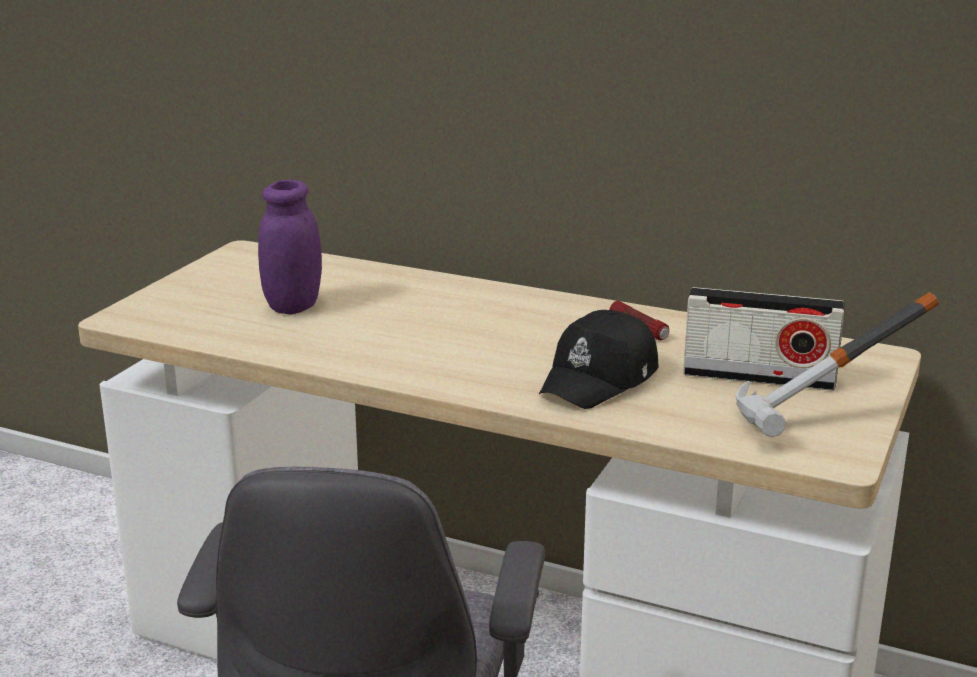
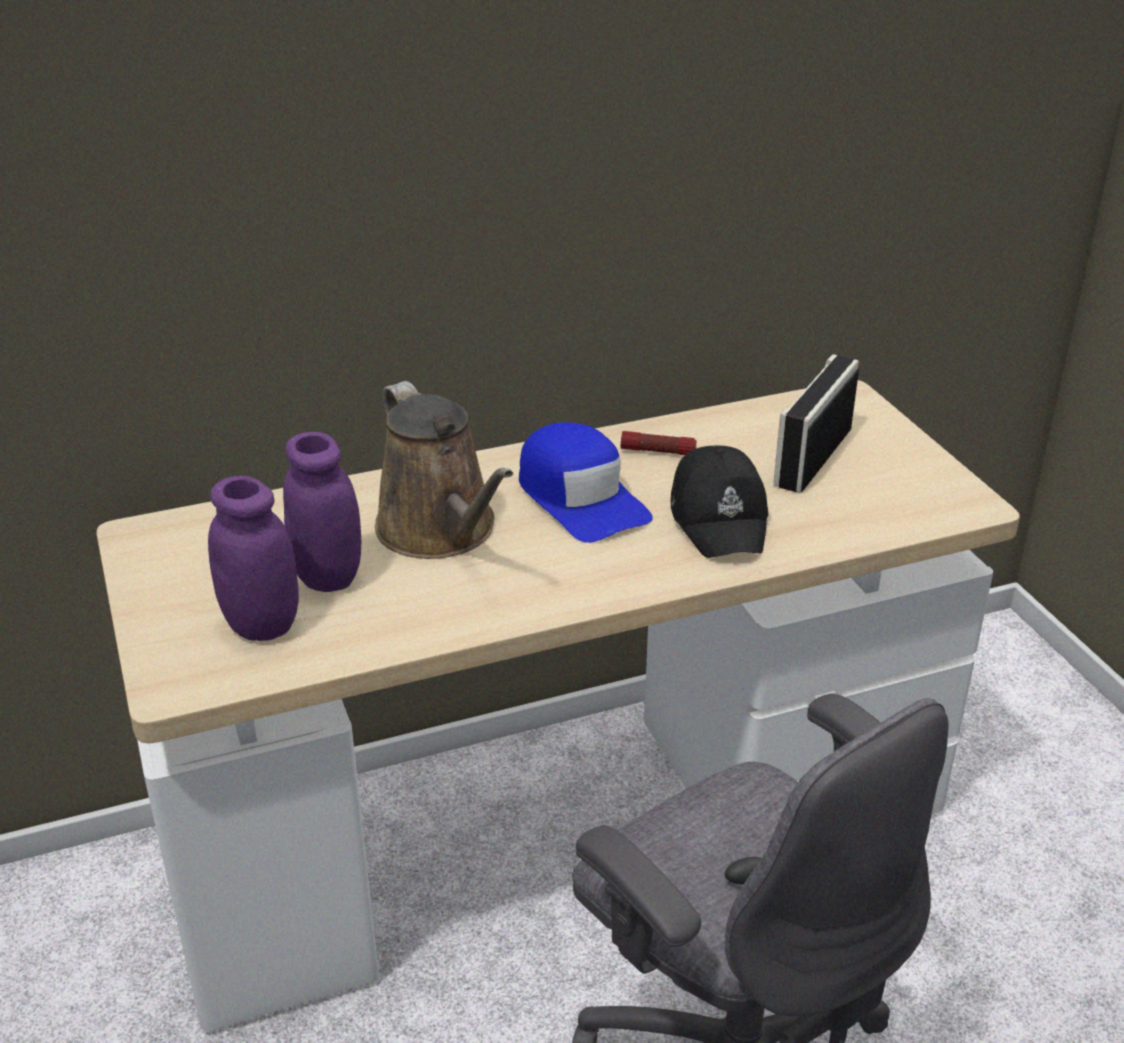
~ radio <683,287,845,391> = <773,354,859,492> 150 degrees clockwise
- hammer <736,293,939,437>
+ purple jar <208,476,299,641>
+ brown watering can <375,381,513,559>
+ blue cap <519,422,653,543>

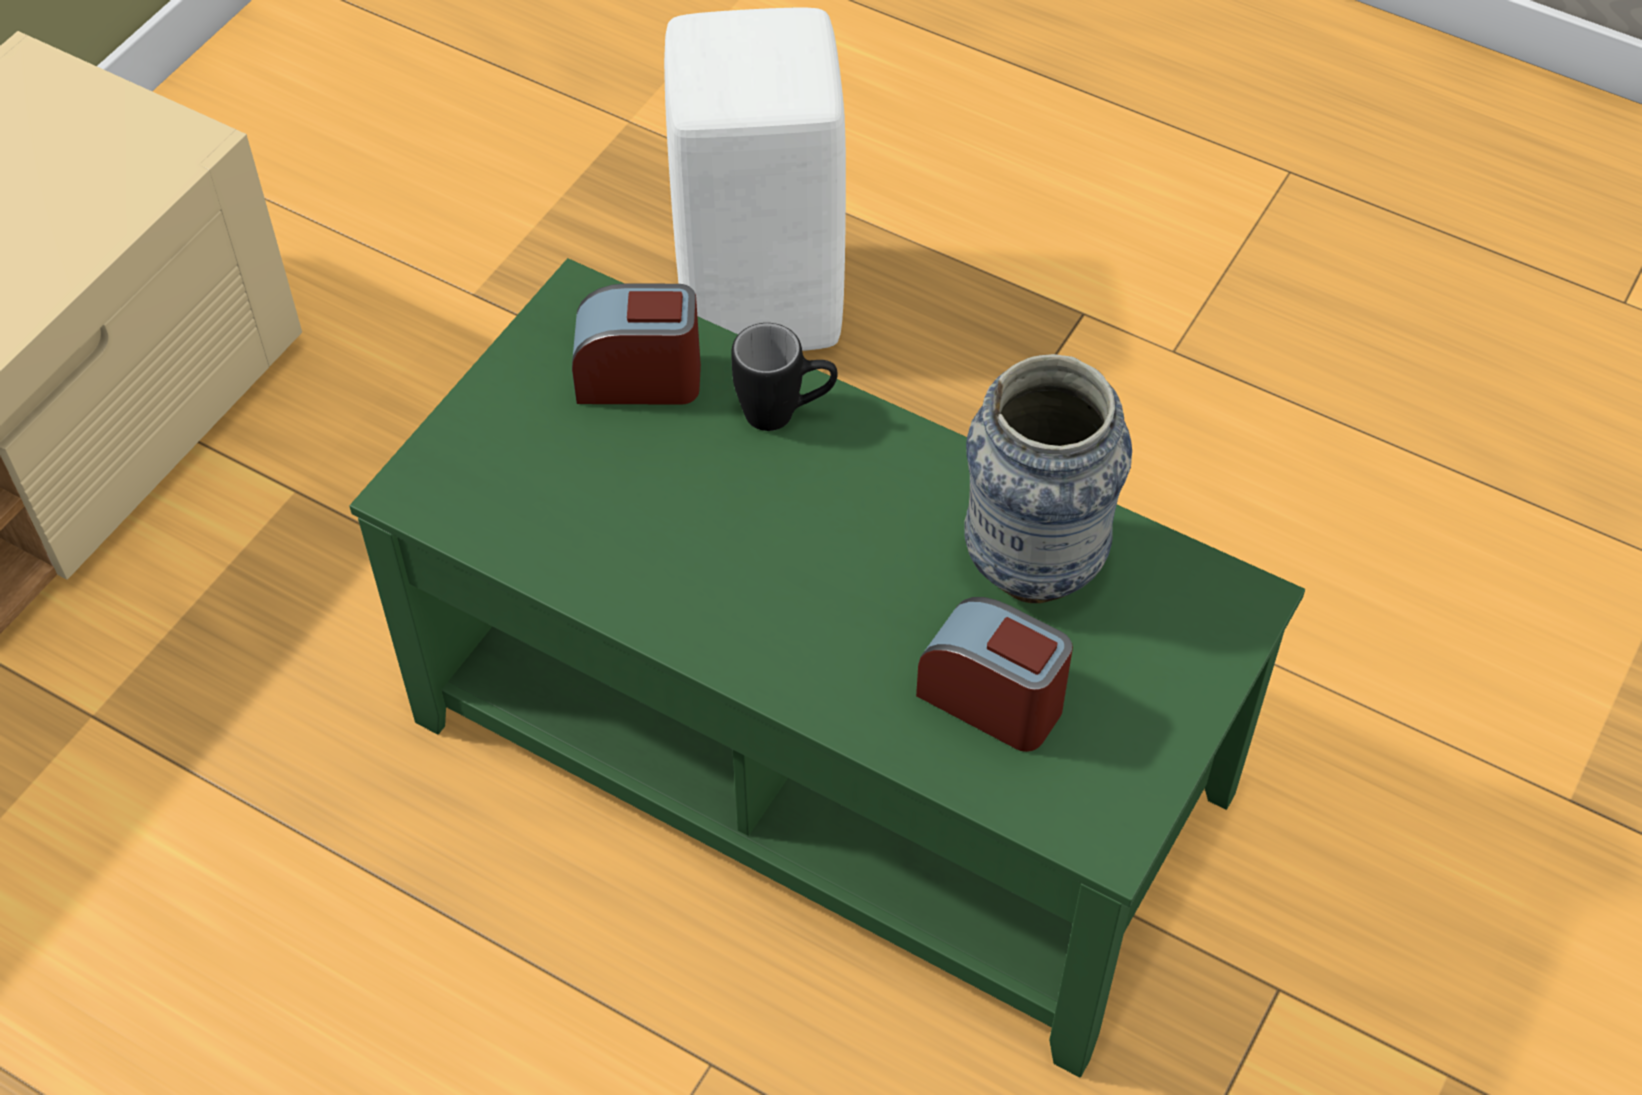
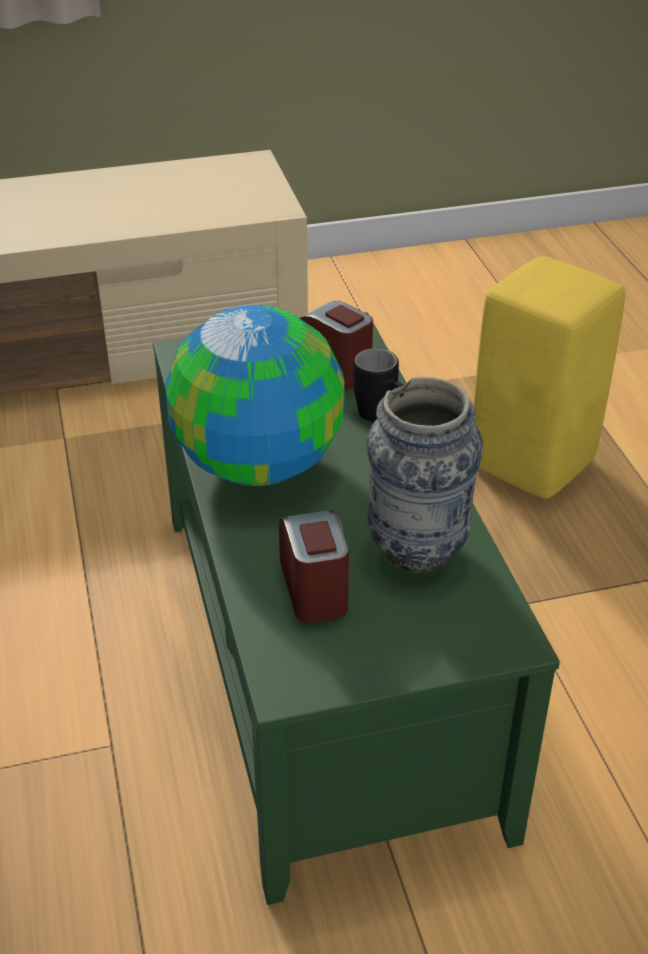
~ white stool <664,8,846,351> to yellow stool <473,256,625,499>
+ globe <165,305,345,486>

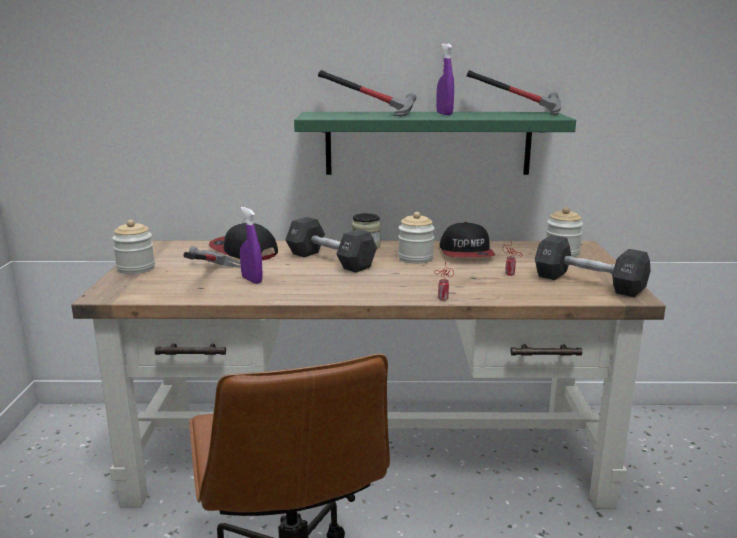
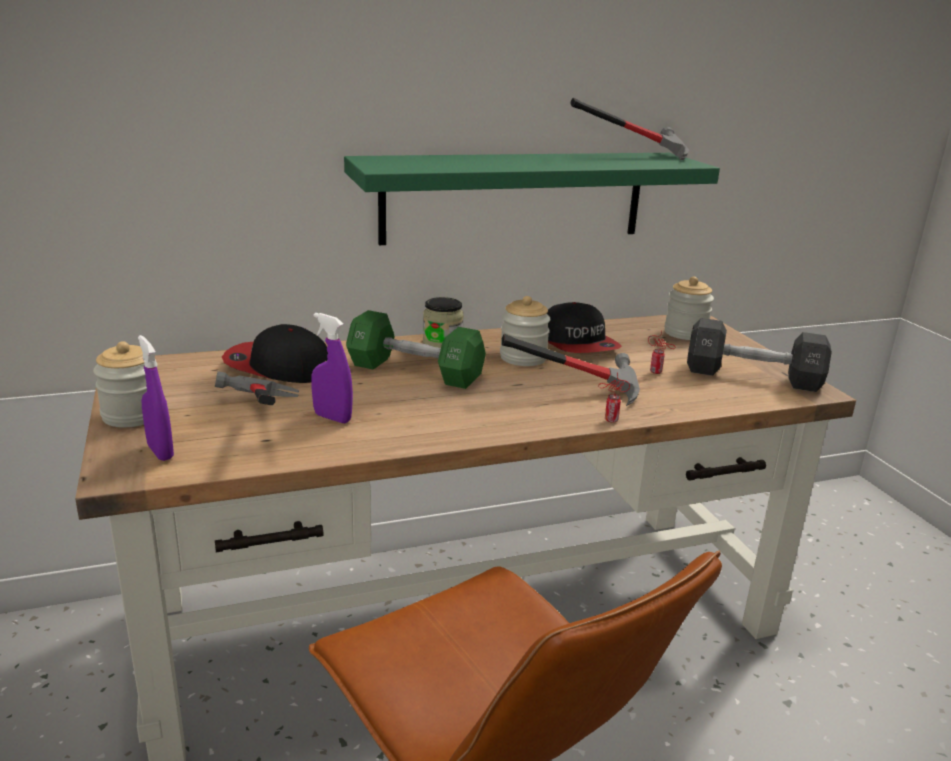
~ black dumbbell <285,217,377,273> to green dumbbell <346,310,486,389>
~ hammer <318,70,416,116> to <502,334,640,406>
~ purple spray bottle <436,43,454,115> to <138,335,174,461>

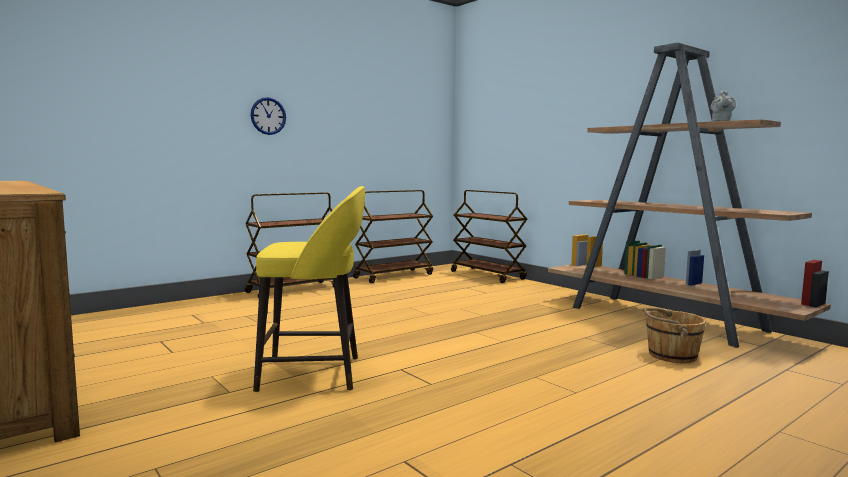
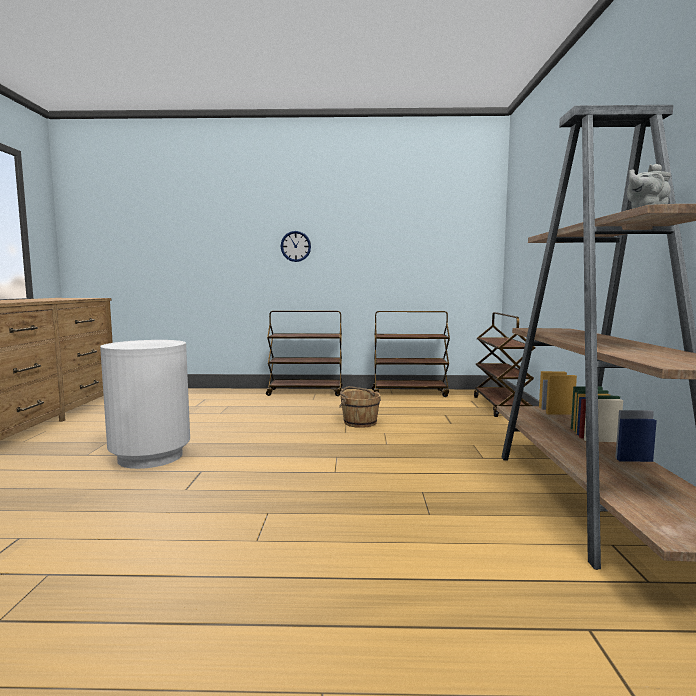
~ yellow stool <253,186,365,392> to white trash can <100,340,190,469>
~ brown bucket <643,308,706,363> to <339,386,381,428>

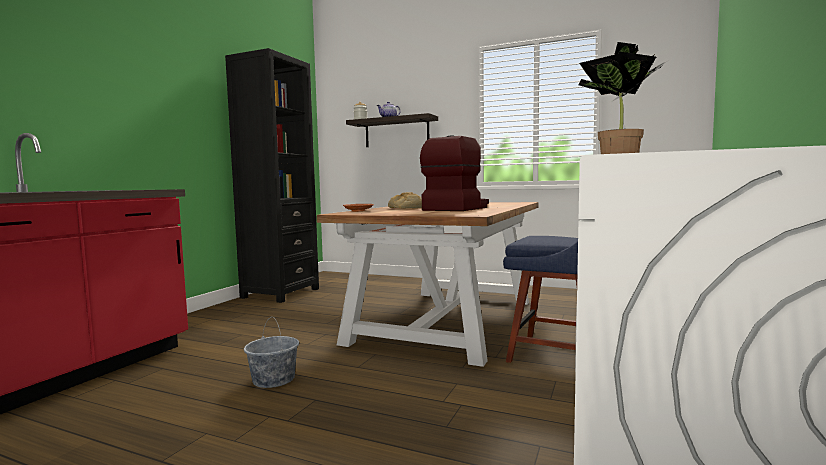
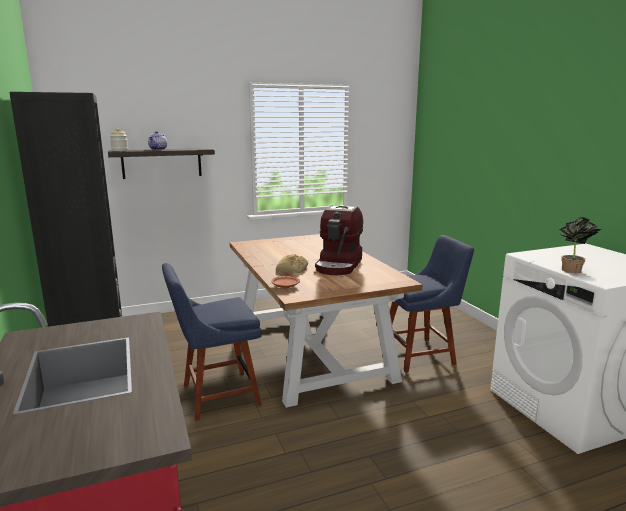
- grey bucket <244,317,299,388>
~ coffee machine <420,136,489,211> = <315,205,363,275> 150 degrees counterclockwise
+ blue chair <162,263,262,421>

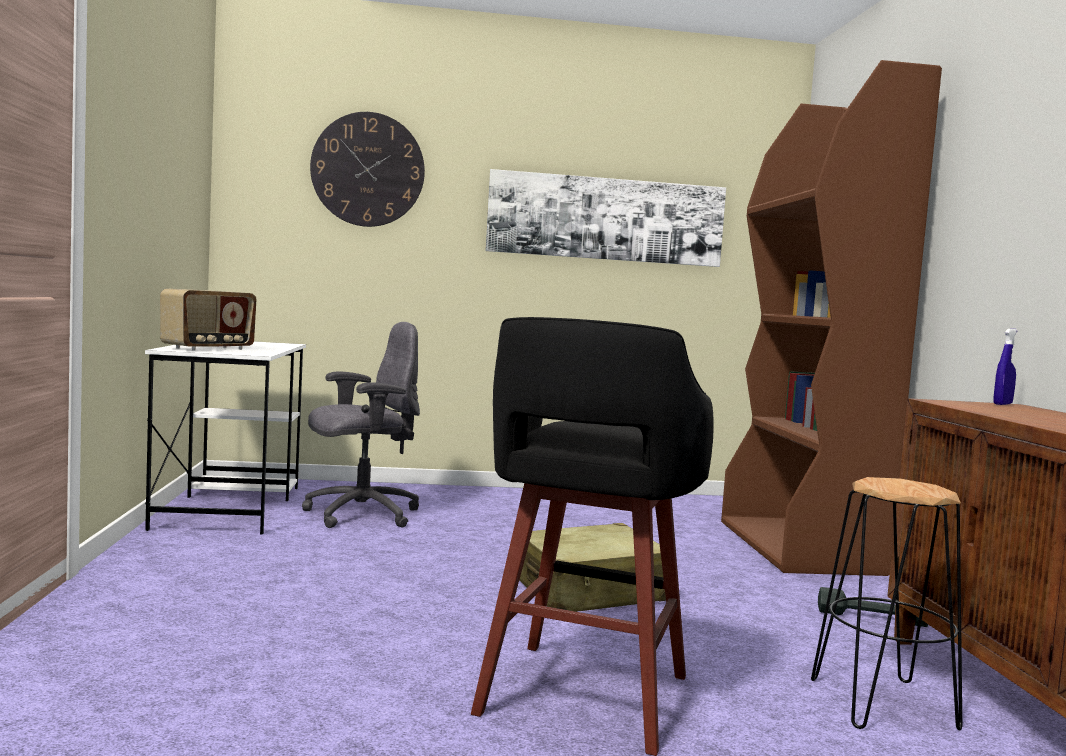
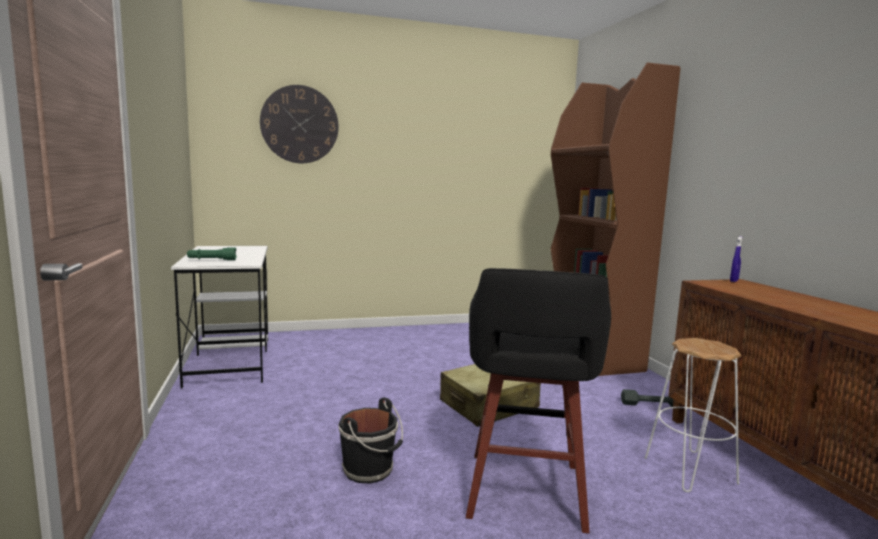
~ radio <160,288,257,350> to green flashlight <187,247,237,260>
- grey office chair <302,322,420,528>
- picture <485,169,726,267>
~ black stool <811,477,963,730> to white stool <645,338,742,492>
+ black bucket <339,398,403,484>

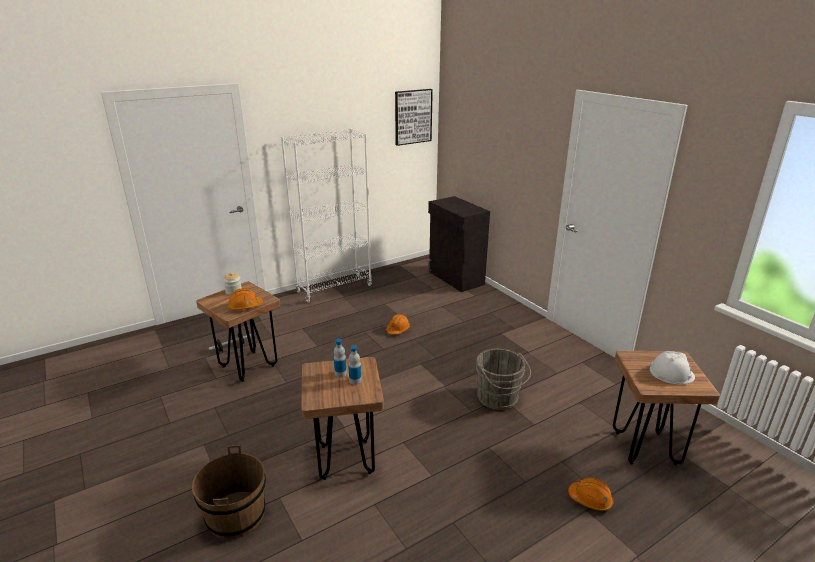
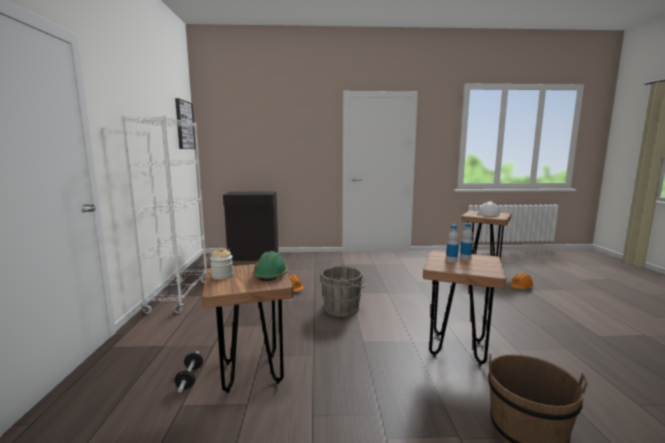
~ orange hard hat <227,288,263,310> to green hard hat <253,251,289,281>
~ grey bucket <476,349,531,410> to <320,265,366,317>

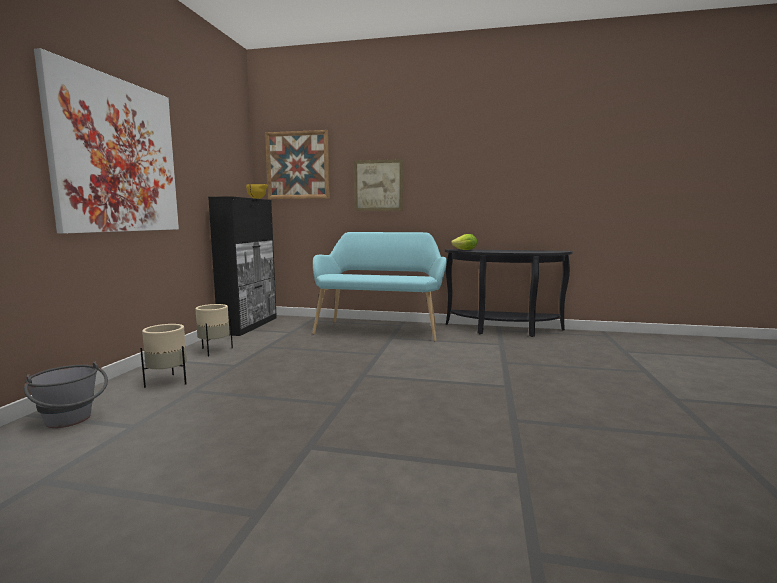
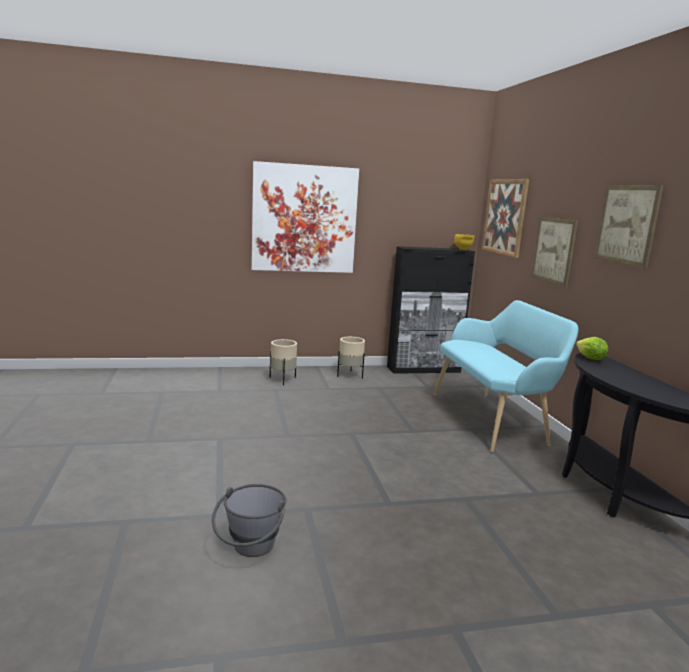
~ grey bucket <24,362,108,428> to <212,484,286,557>
+ picture <594,185,664,268>

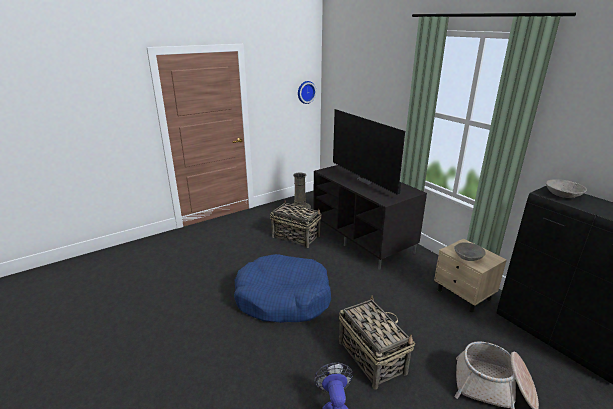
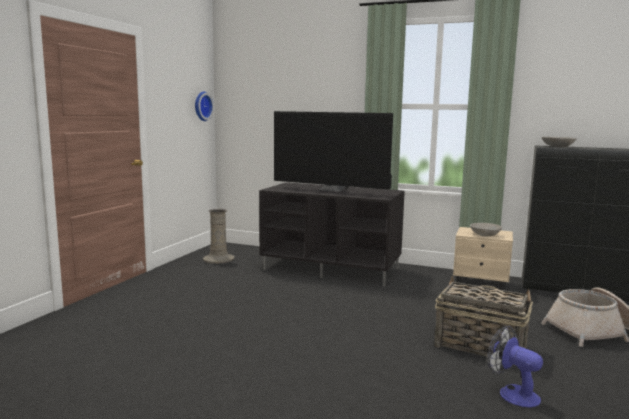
- blue dog bed <234,254,331,323>
- basket <270,200,322,248>

